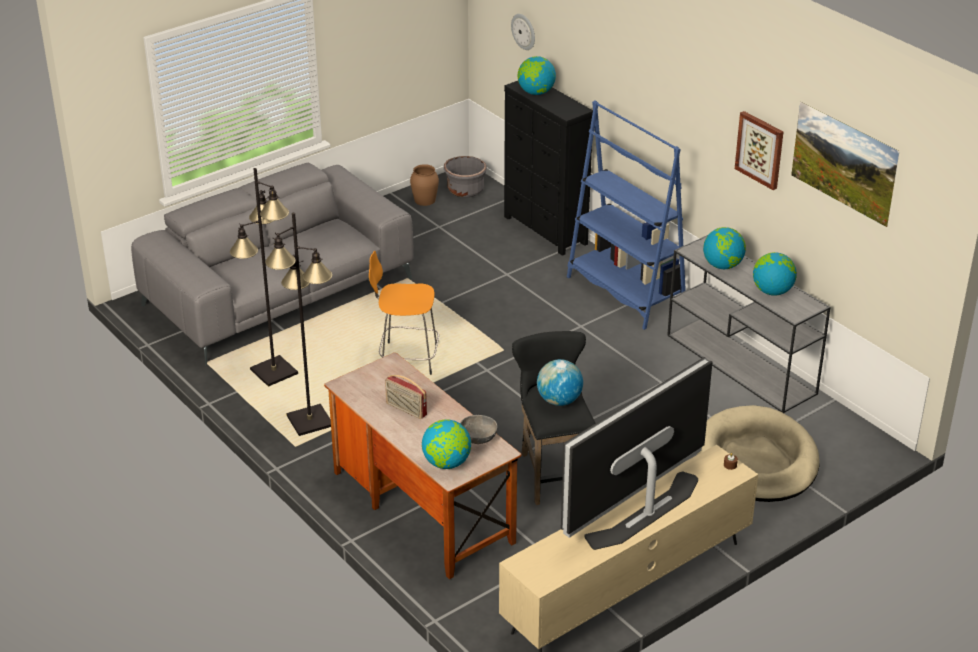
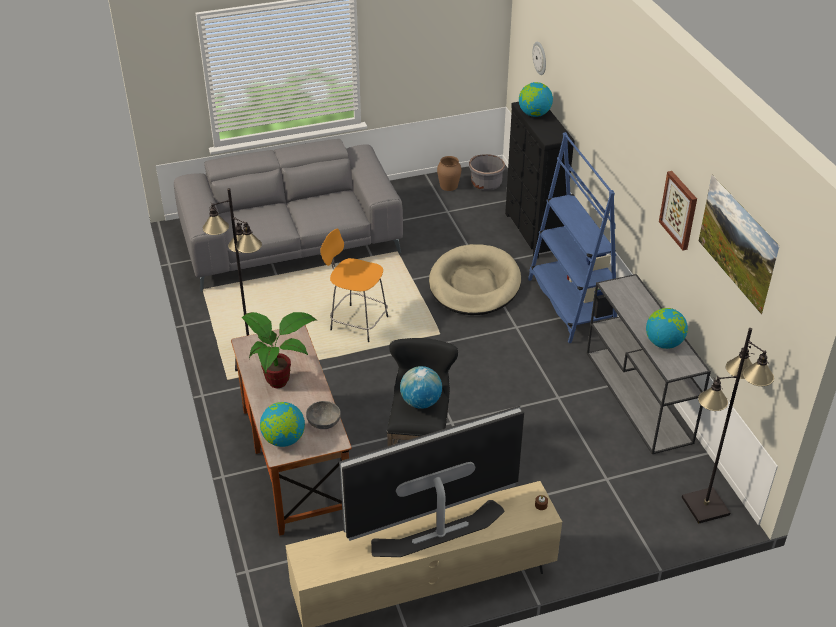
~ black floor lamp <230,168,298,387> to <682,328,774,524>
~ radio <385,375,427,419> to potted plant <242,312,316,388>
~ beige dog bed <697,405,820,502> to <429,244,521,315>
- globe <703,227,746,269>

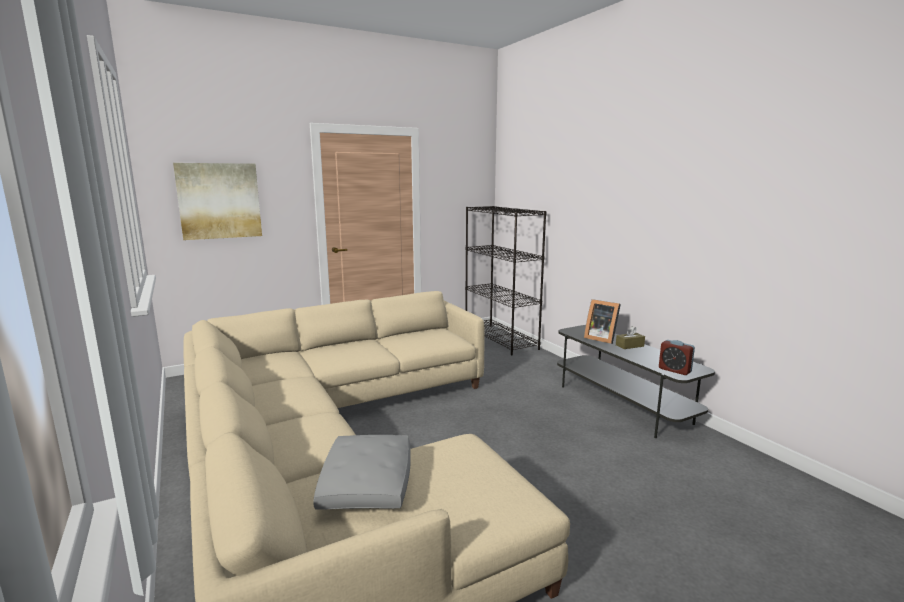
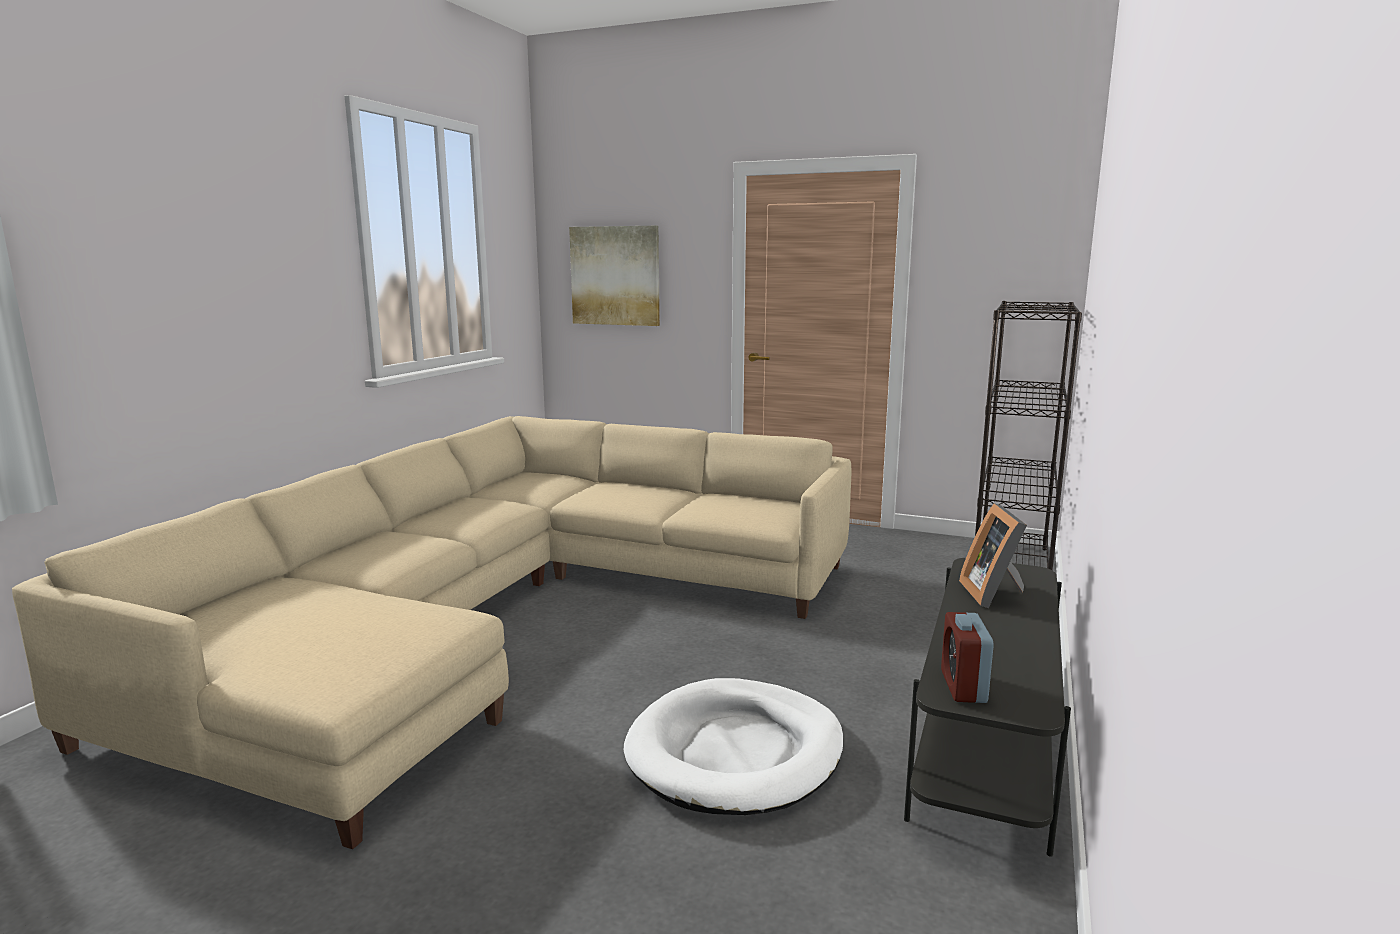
- grey pillow <313,435,411,510>
- brown tissue box <616,326,645,349>
+ white dog bed <624,678,843,815>

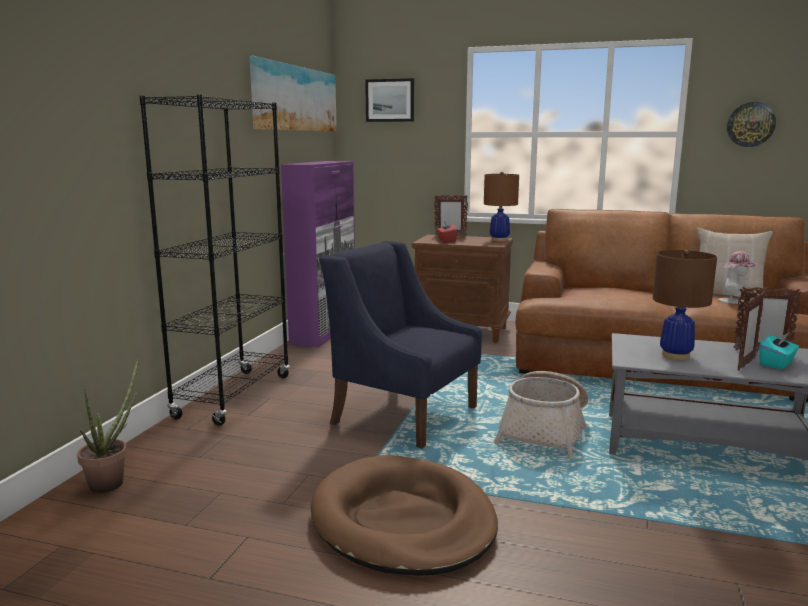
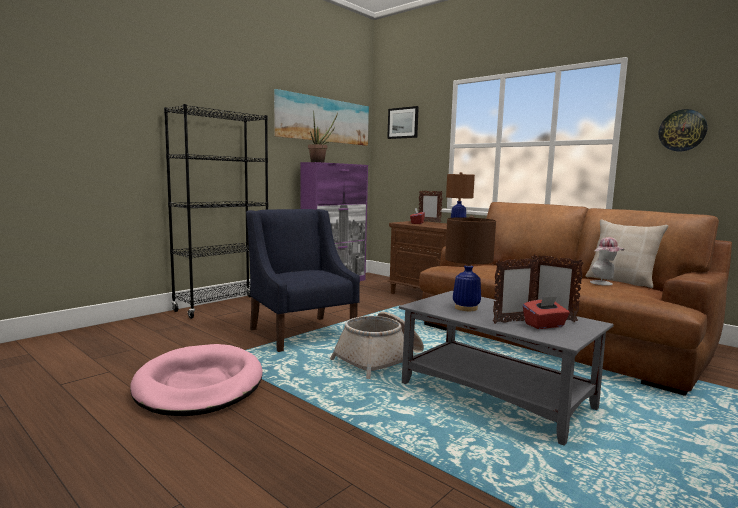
~ potted plant <77,359,139,493> to <308,113,338,163>
~ brown dog bed <311,455,498,576> to pink dog bed <130,344,263,416>
~ turquoise tissue box <759,332,799,369> to red tissue box <523,296,570,329>

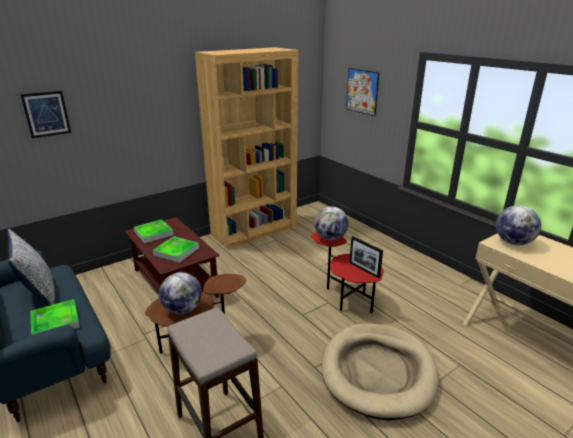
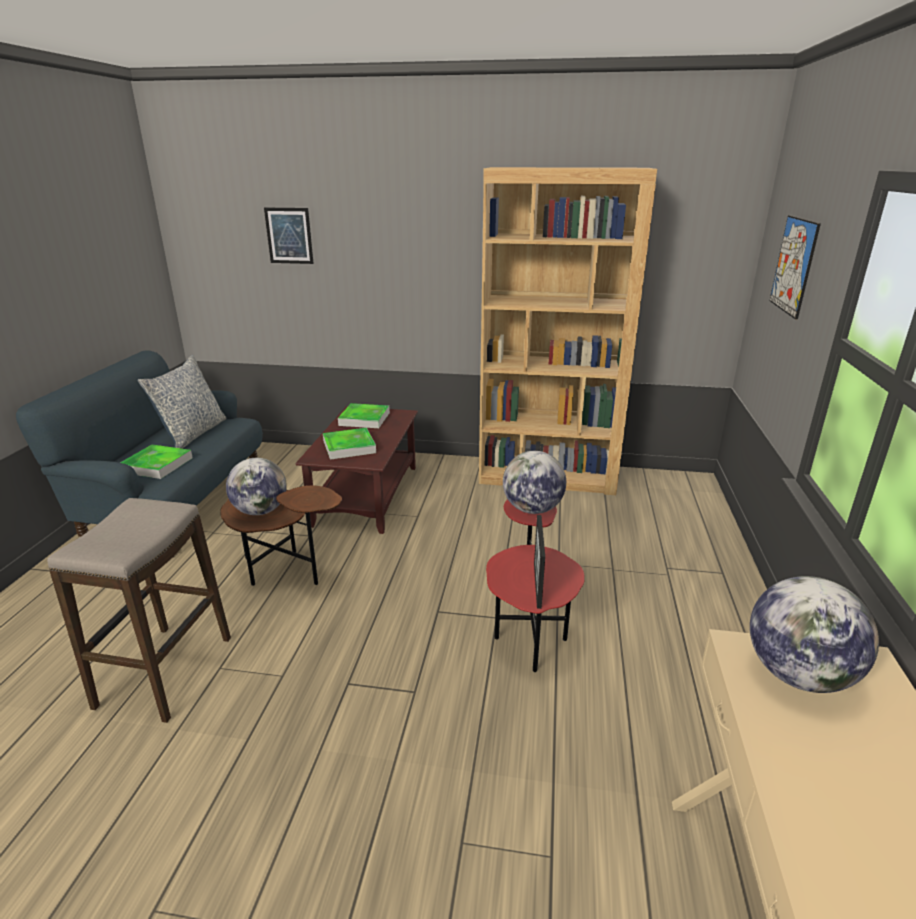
- beige dog bed <322,324,439,420>

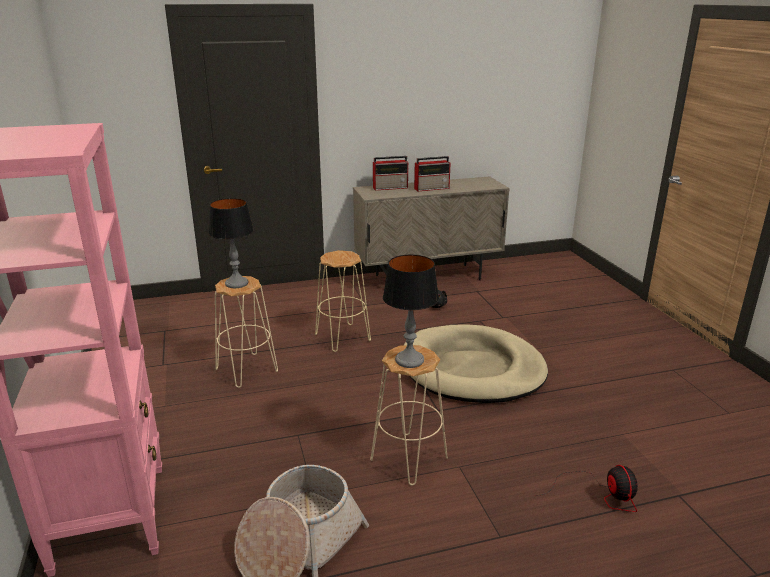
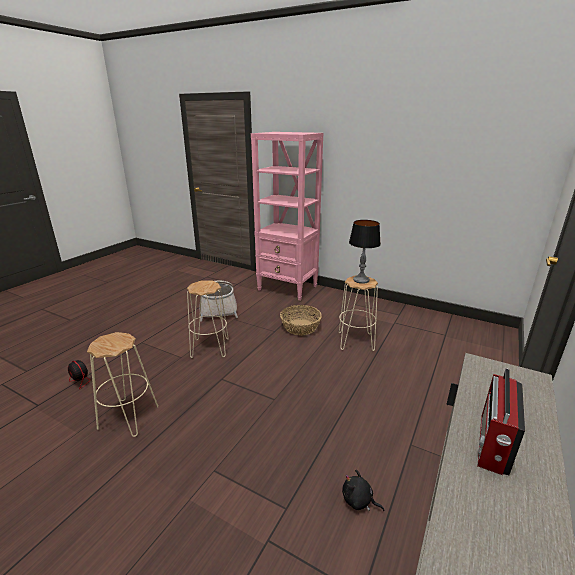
~ beige stool <315,250,371,352> to <87,332,159,437>
- radio <373,156,409,190>
- table lamp <383,255,439,368>
- beige dog bed <404,324,548,403>
+ basket <280,305,322,335>

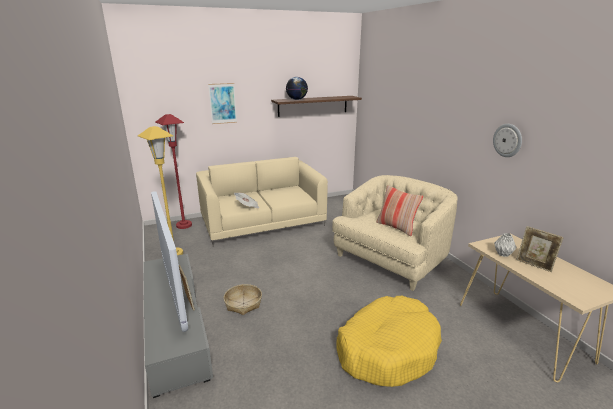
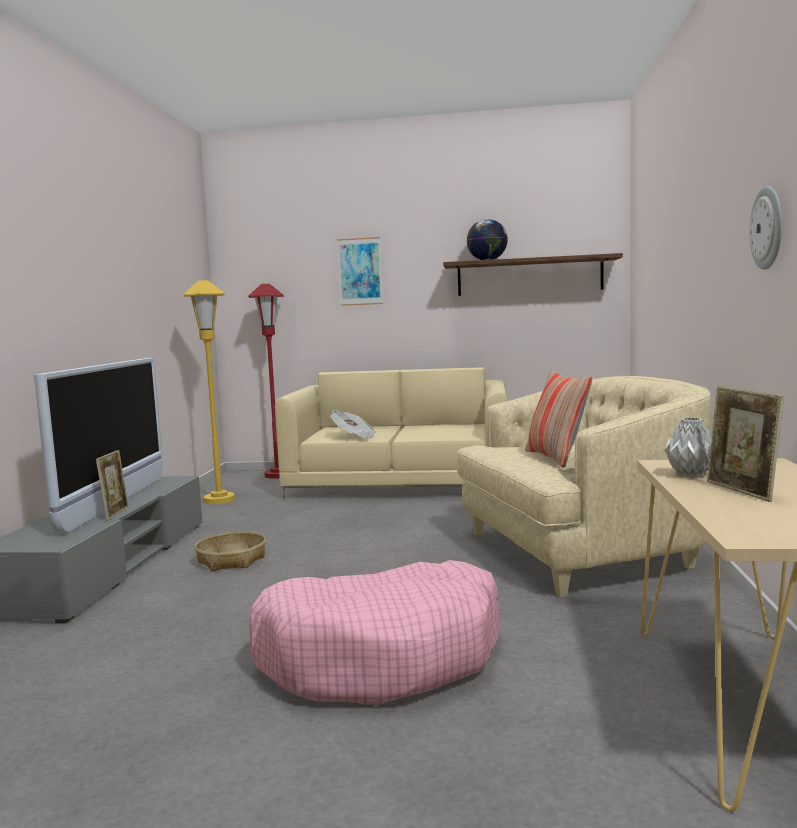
~ yellow dog bed <336,296,442,387> to pink dog bed <248,560,500,705>

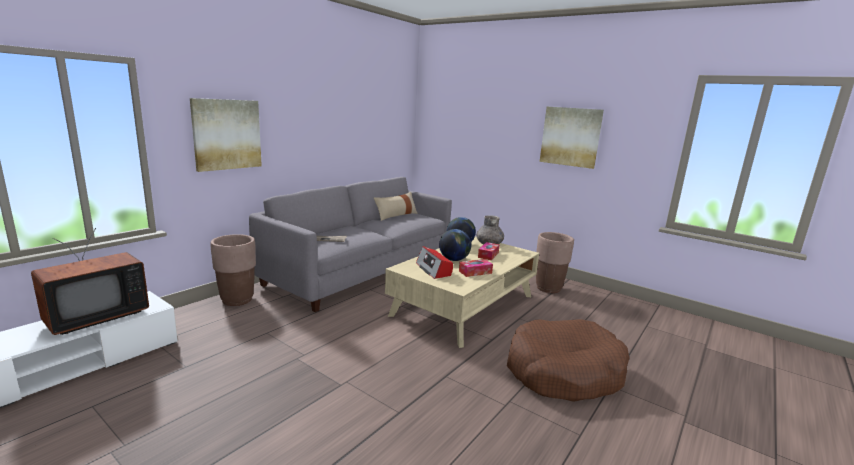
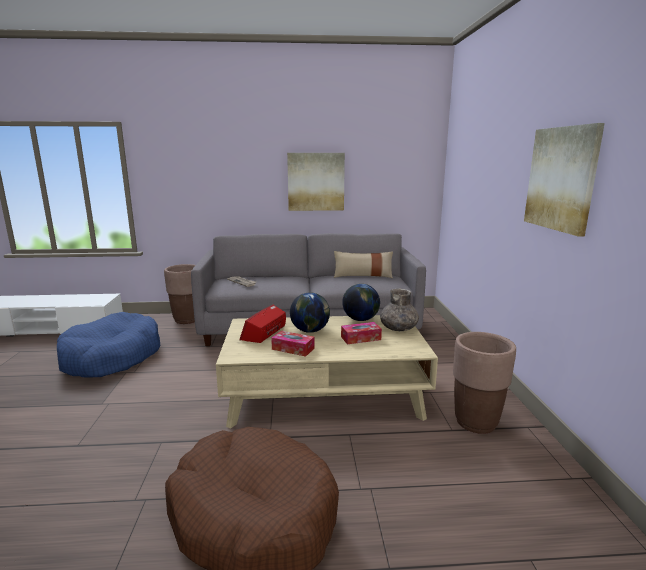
- television <31,228,149,335>
~ picture <190,98,262,172> to <287,153,345,211>
+ blue dog bed <57,312,160,377>

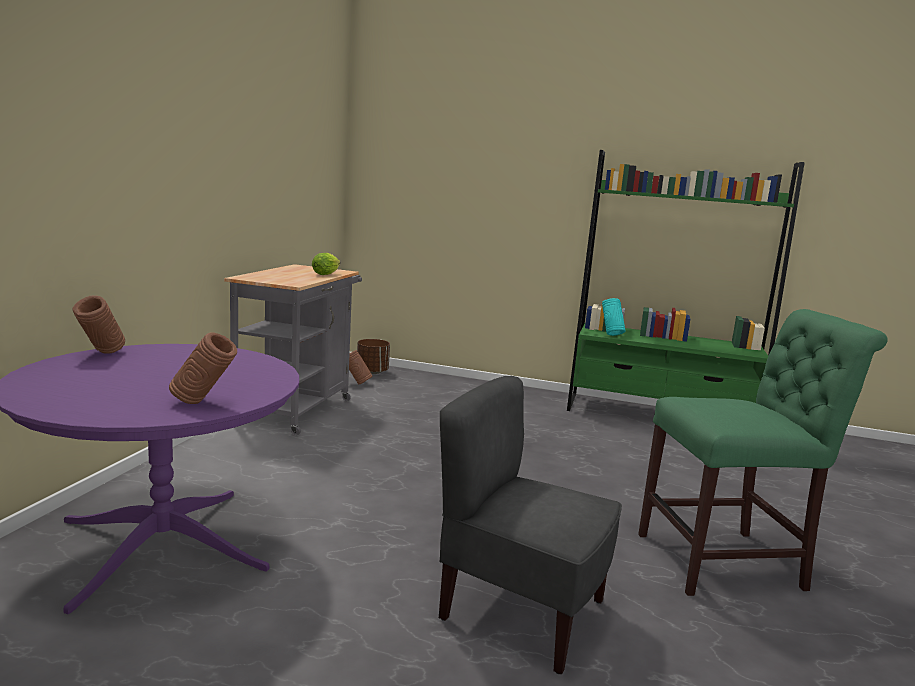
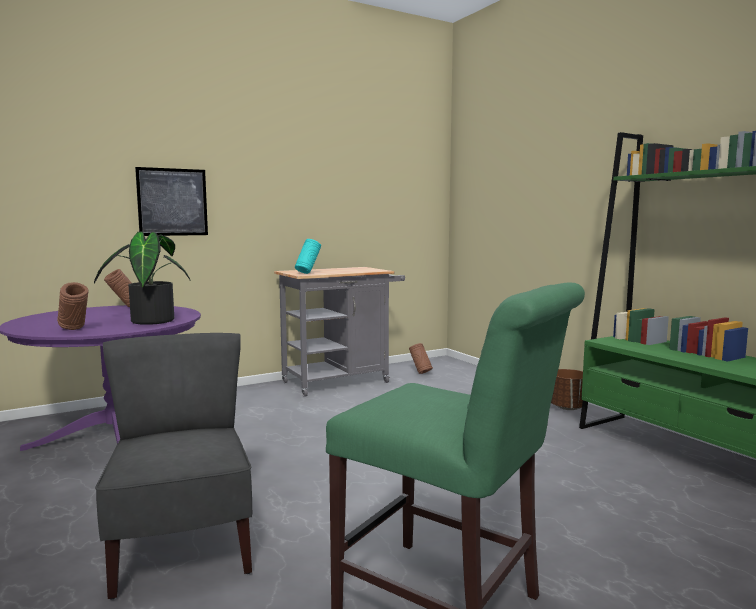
- lettuce <312,253,340,275>
~ brown planter <357,339,390,374> to <551,369,583,410>
~ turquoise vase <602,298,626,336> to <295,239,321,274>
+ potted plant <94,232,190,325>
+ picture <135,167,208,236>

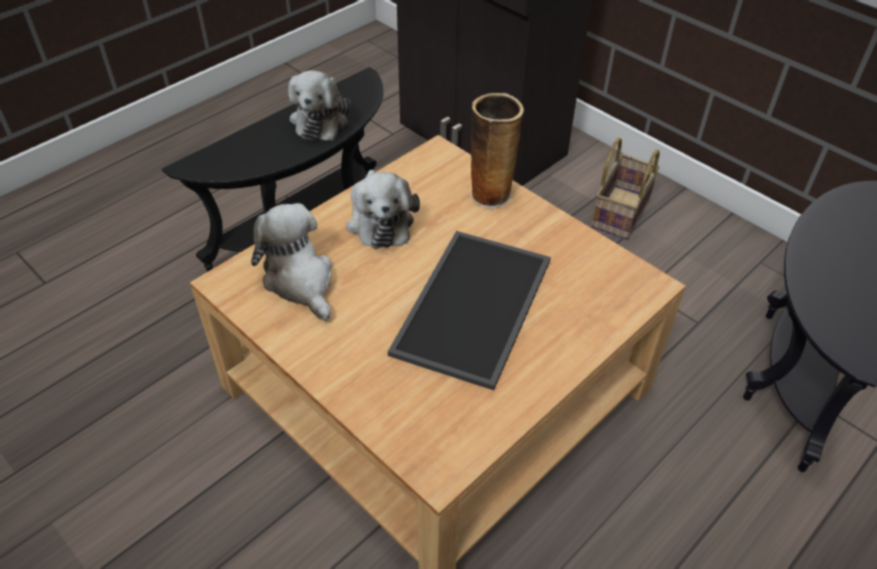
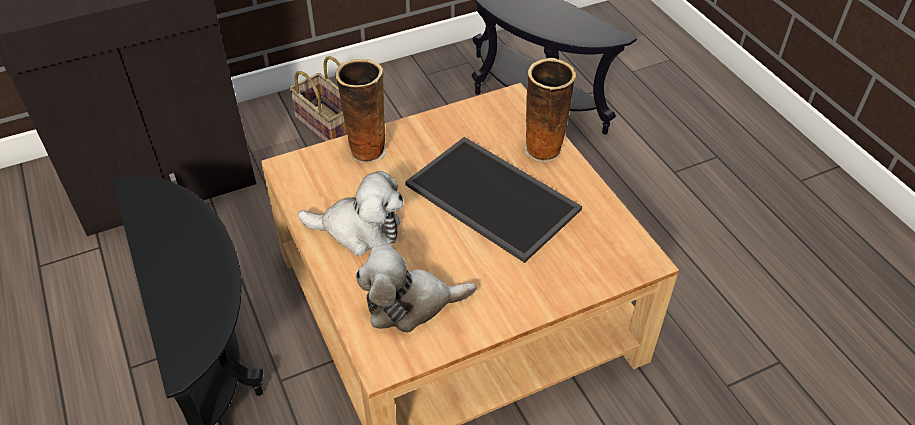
- plush toy <288,70,350,141>
+ vase <525,58,576,162>

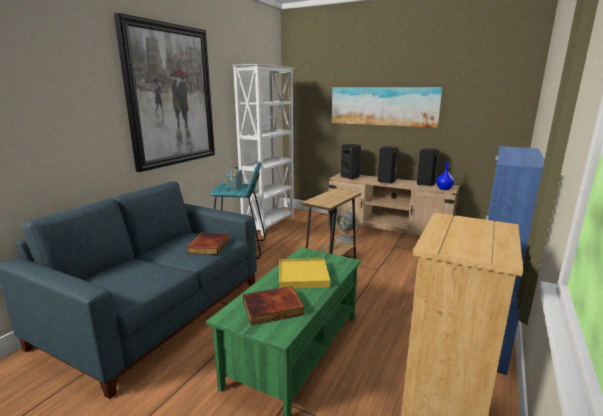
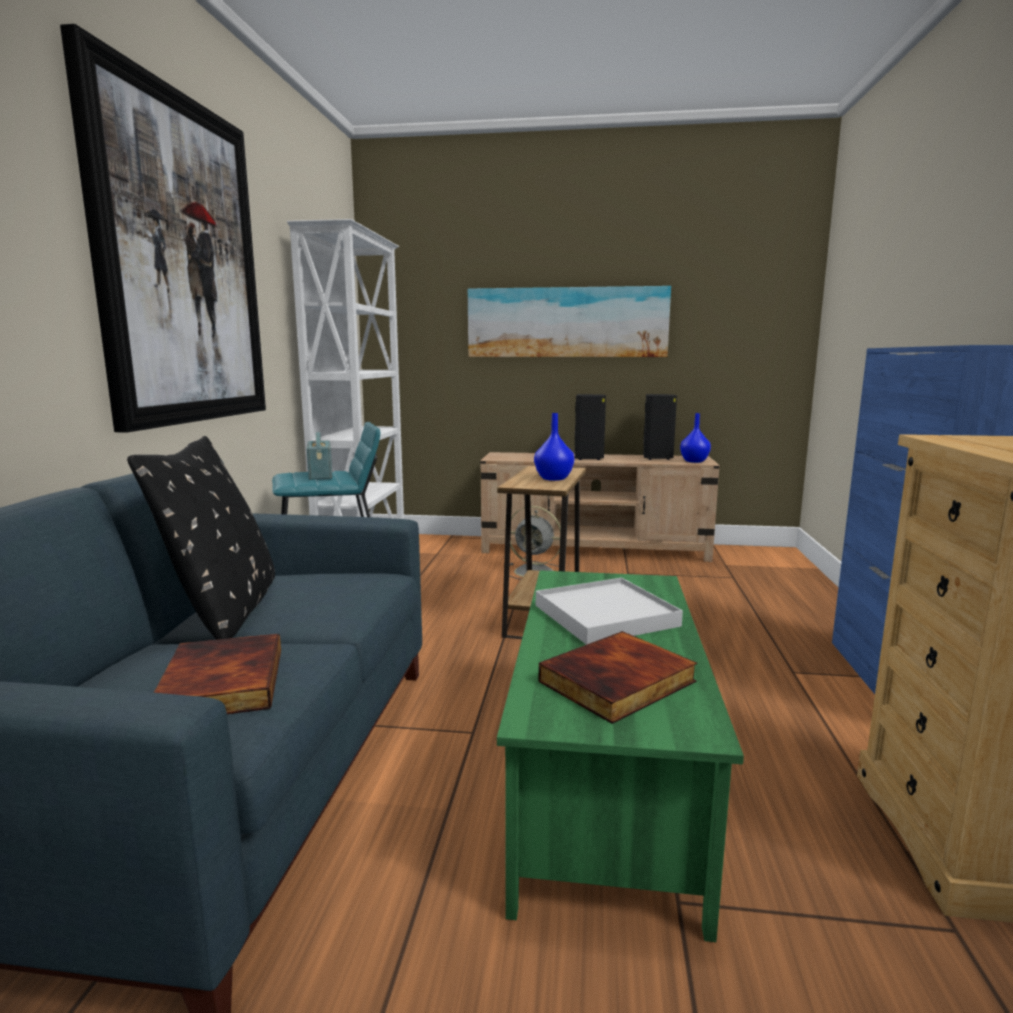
~ book <186,233,229,255> to <154,634,281,714>
~ yellow tray <279,258,330,289> to white tray <536,578,683,645>
- black speaker <341,144,361,179>
+ black pillow <127,436,275,640>
+ blue vase <534,413,574,481>

